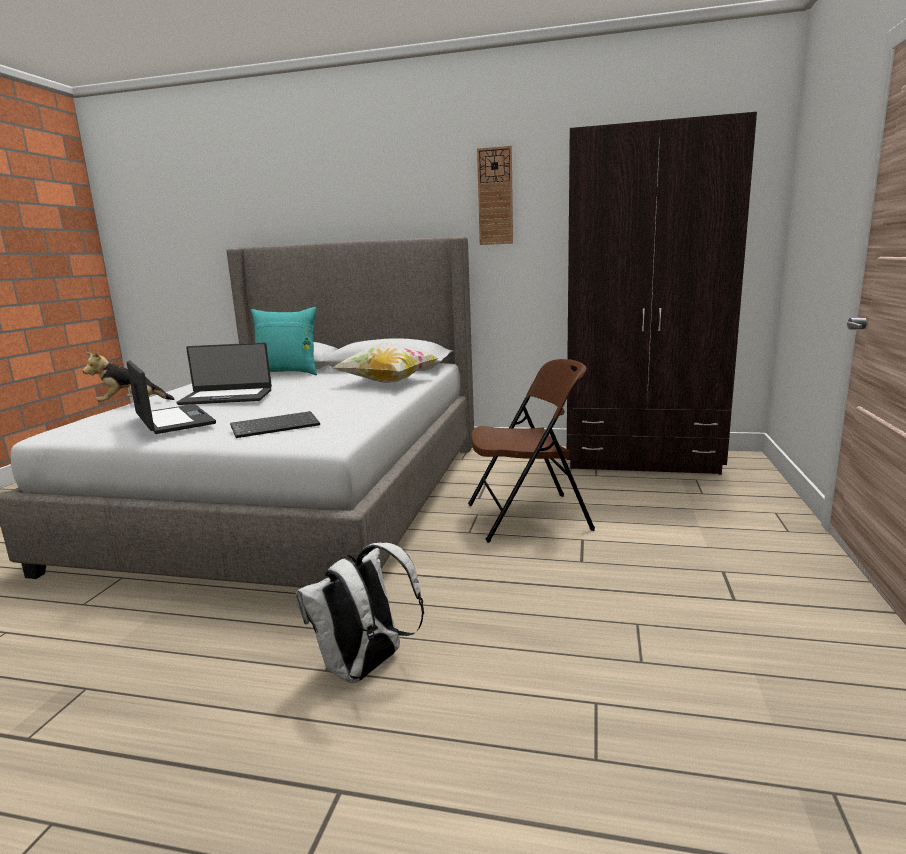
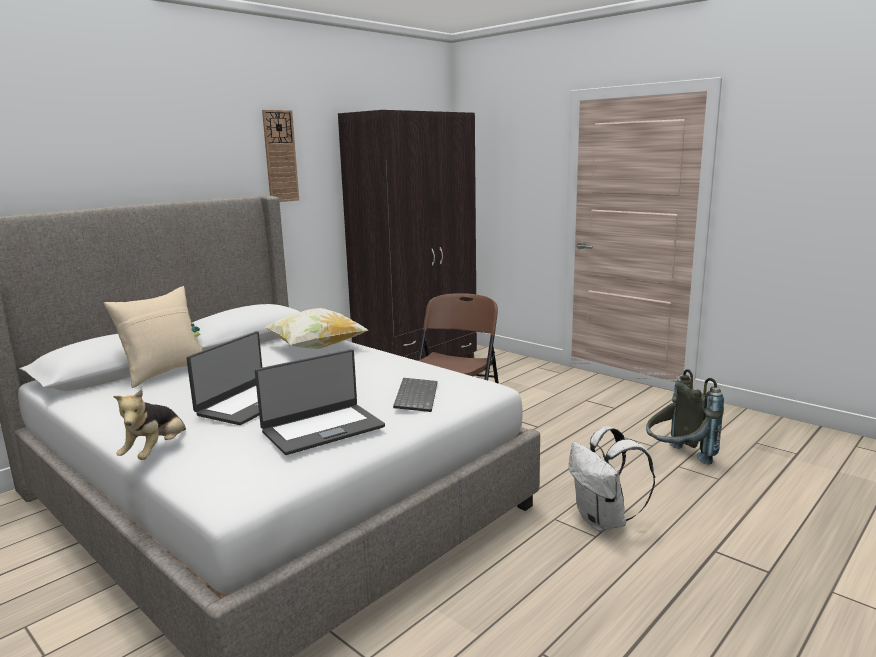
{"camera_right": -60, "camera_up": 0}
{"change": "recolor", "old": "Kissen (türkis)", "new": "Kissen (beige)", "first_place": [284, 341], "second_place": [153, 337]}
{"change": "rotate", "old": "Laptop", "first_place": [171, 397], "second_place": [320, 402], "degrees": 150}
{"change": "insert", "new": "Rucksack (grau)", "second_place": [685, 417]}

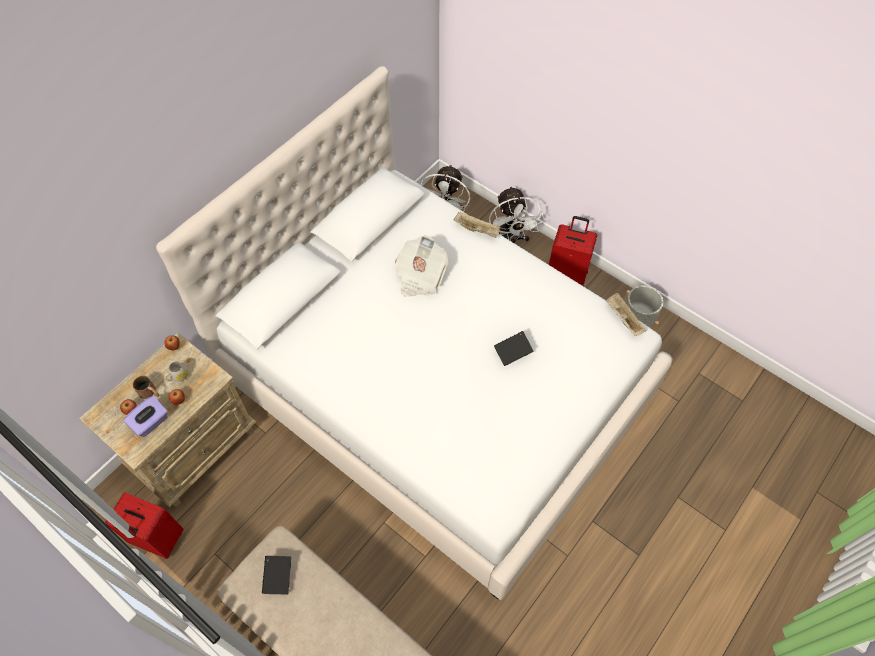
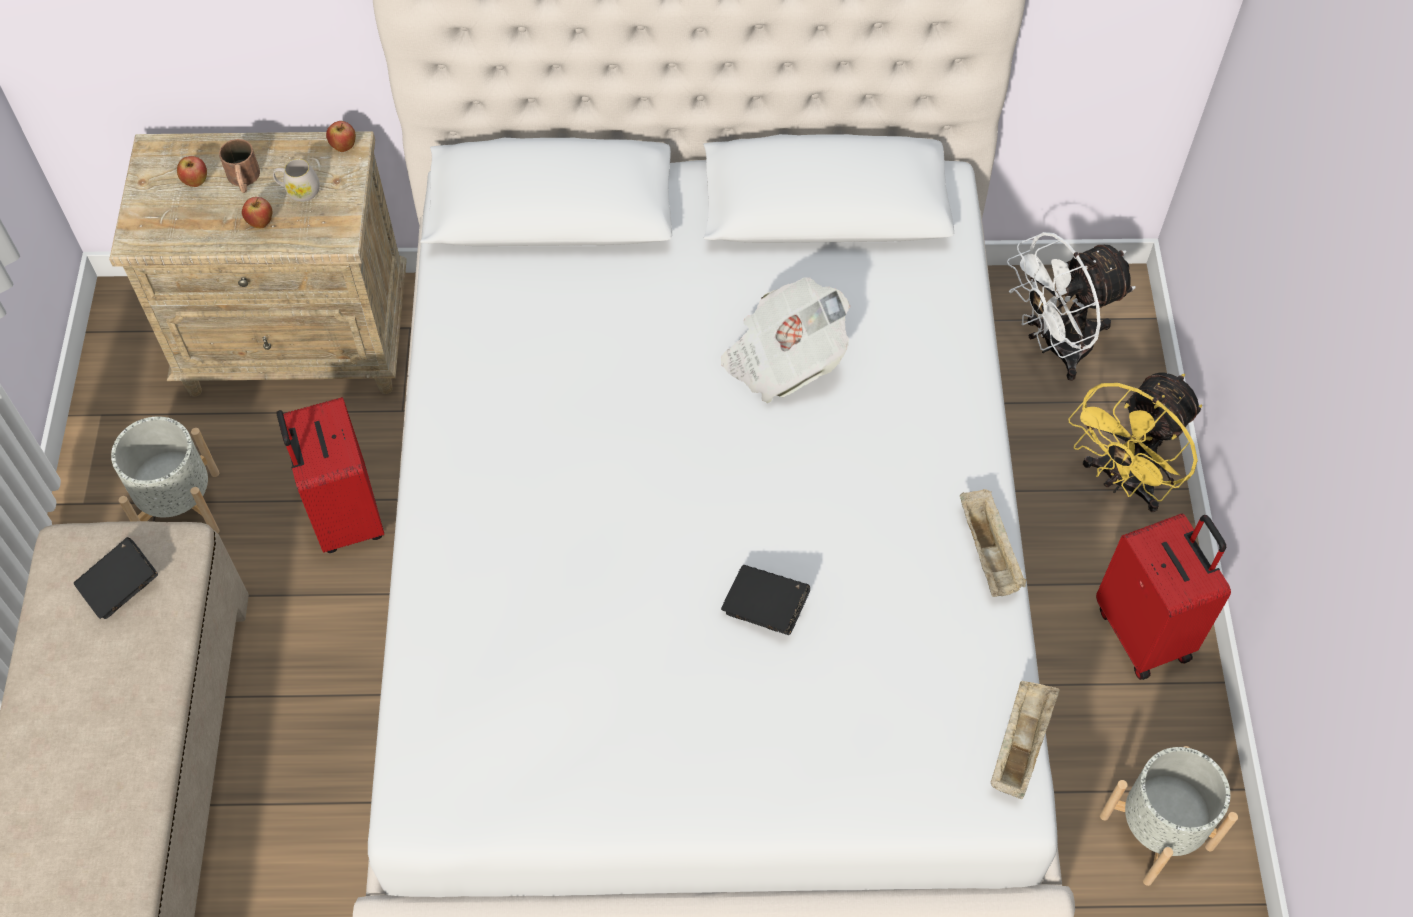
{"camera_right": 50, "camera_up": 0}
{"change": "recolor", "old": "Ventilator (weiß)", "new": "Ventilator (gelb)", "first_place": [517, 214], "second_place": [1135, 442]}
{"change": "move", "old": "Tablett (beige)", "first_place": [476, 225], "second_place": [993, 543]}
{"change": "delete", "old": "Taschentuchbox (lila)", "first_place": [145, 416]}
{"change": "move", "old": "Koffer (rot)", "first_place": [144, 526], "second_place": [330, 475]}
{"change": "insert", "new": "Pflanzkübel (grau)", "second_place": [165, 474]}

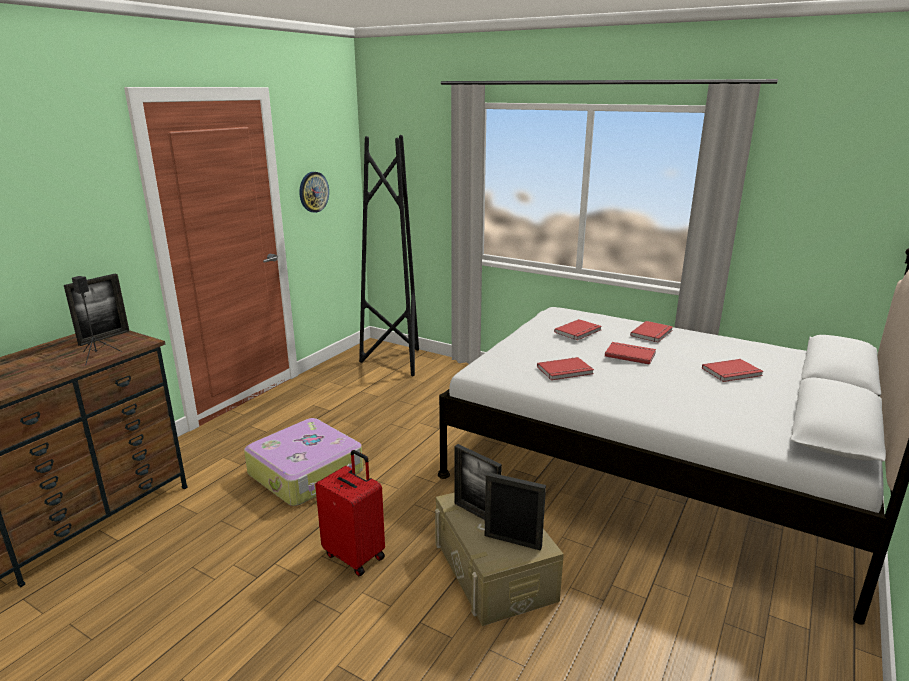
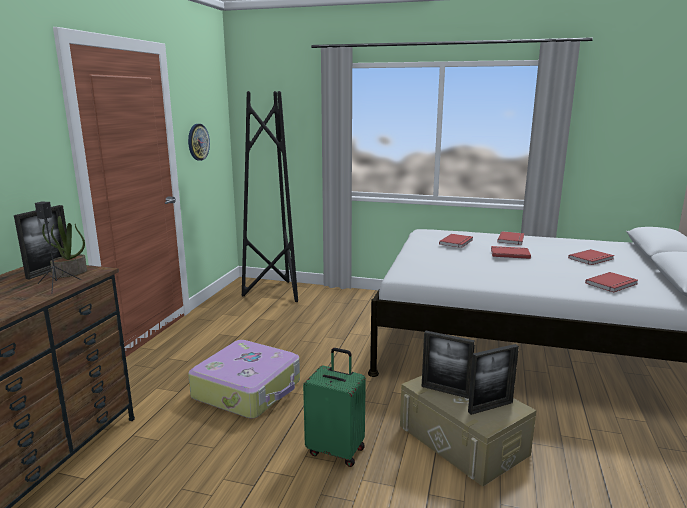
{"camera_right": -15, "camera_up": -5}
{"change": "move", "old": "Buch (rot)", "first_place": [565, 368], "second_place": [611, 282]}
{"change": "recolor", "old": "Koffer (rot)", "new": "Koffer (grün)", "first_place": [350, 513], "second_place": [334, 407]}
{"change": "rotate", "old": "Bilderrahmen", "first_place": [515, 511], "second_place": [493, 379], "degrees": 150}
{"change": "insert", "new": "Topfpflanze", "second_place": [64, 247]}

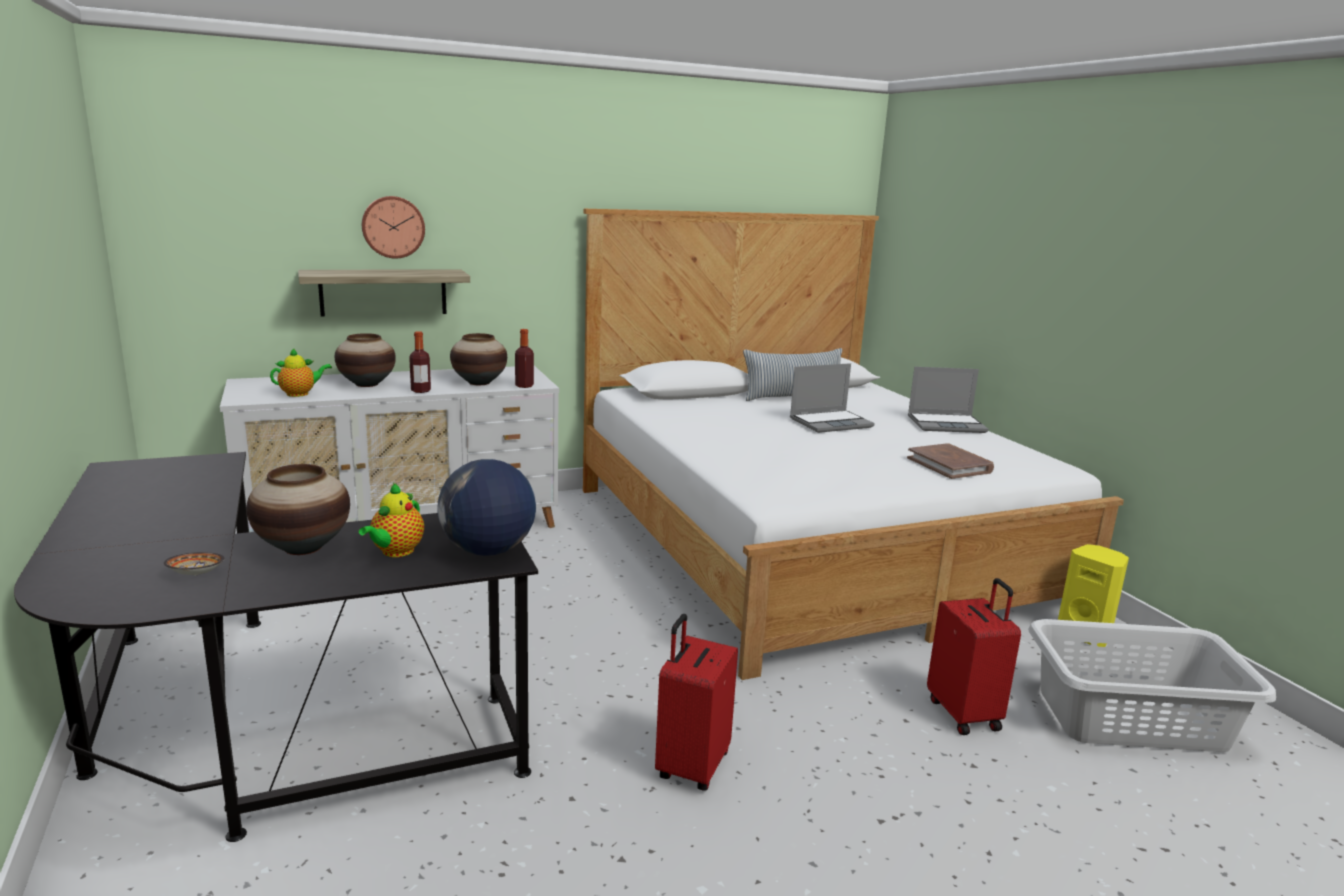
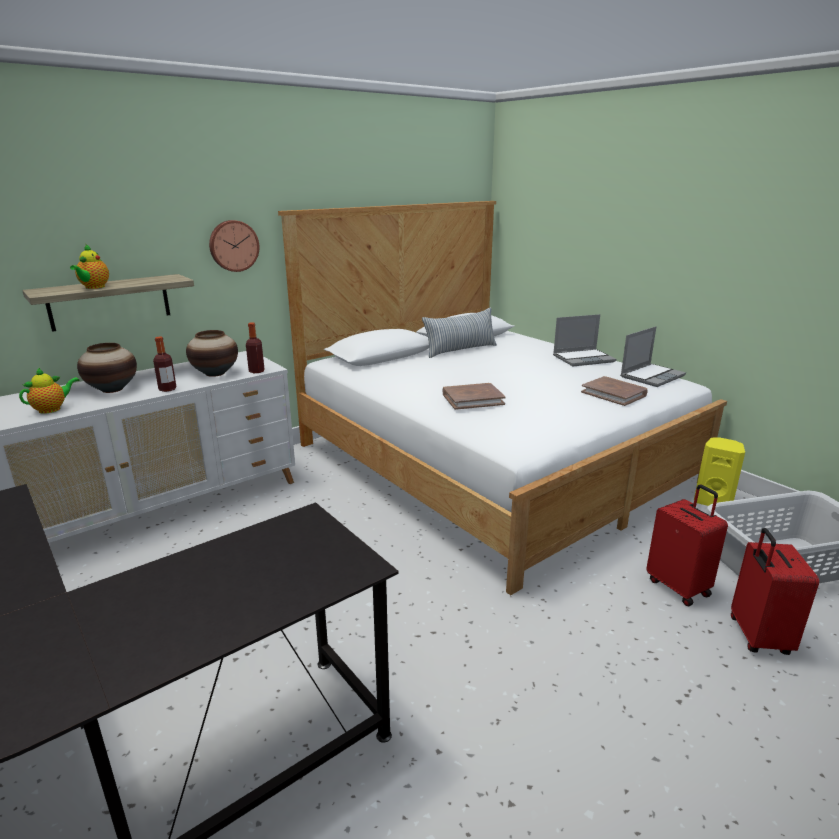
{"camera_right": -15, "camera_up": 5}
{"change": "move", "old": "Wanduhr", "first_place": [393, 227], "second_place": [234, 246]}
{"change": "move", "old": "Laptop", "first_place": [832, 398], "second_place": [653, 356]}
{"change": "delete", "old": "Globus", "first_place": [486, 507]}
{"change": "delete", "old": "Vase", "first_place": [298, 509]}
{"change": "move", "old": "Teekanne", "first_place": [391, 520], "second_place": [89, 266]}
{"change": "delete", "old": "Schüssel", "first_place": [194, 564]}
{"change": "move", "old": "Koffer (rot)", "first_place": [696, 702], "second_place": [775, 591]}
{"change": "insert", "new": "Buch (braun)", "second_place": [474, 396]}

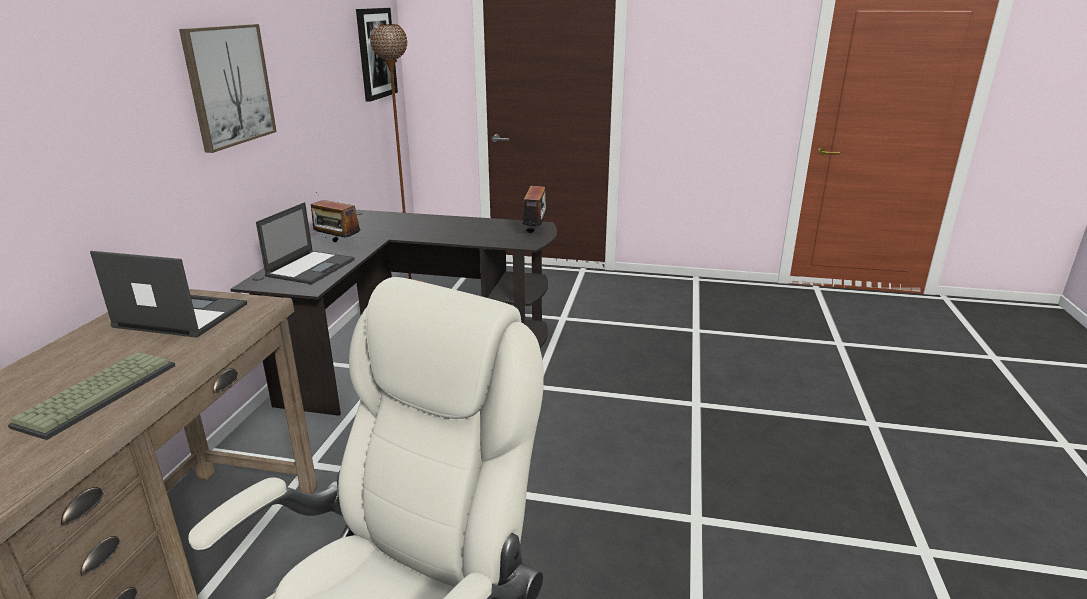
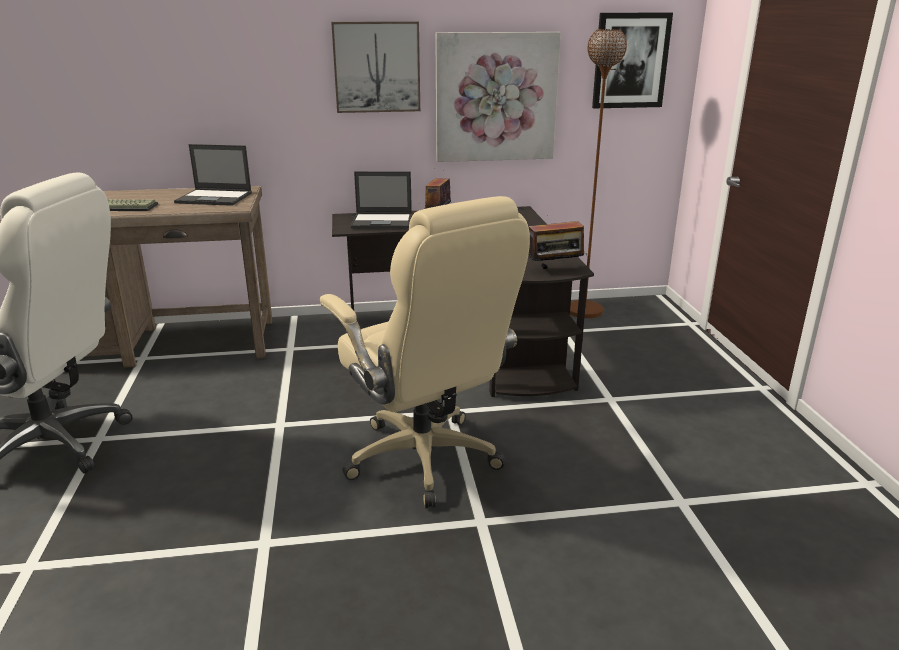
{"camera_right": 70, "camera_up": 0}
{"change": "rotate", "old": "Laptop", "first_place": [168, 294], "second_place": [213, 175], "degrees": 105}
{"change": "insert", "new": "Bild", "second_place": [498, 97]}
{"change": "insert", "new": "Bürostuhl (beige)", "second_place": [425, 352]}

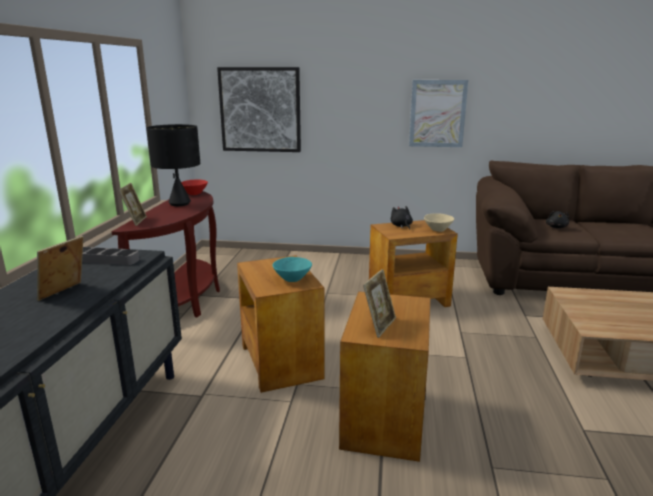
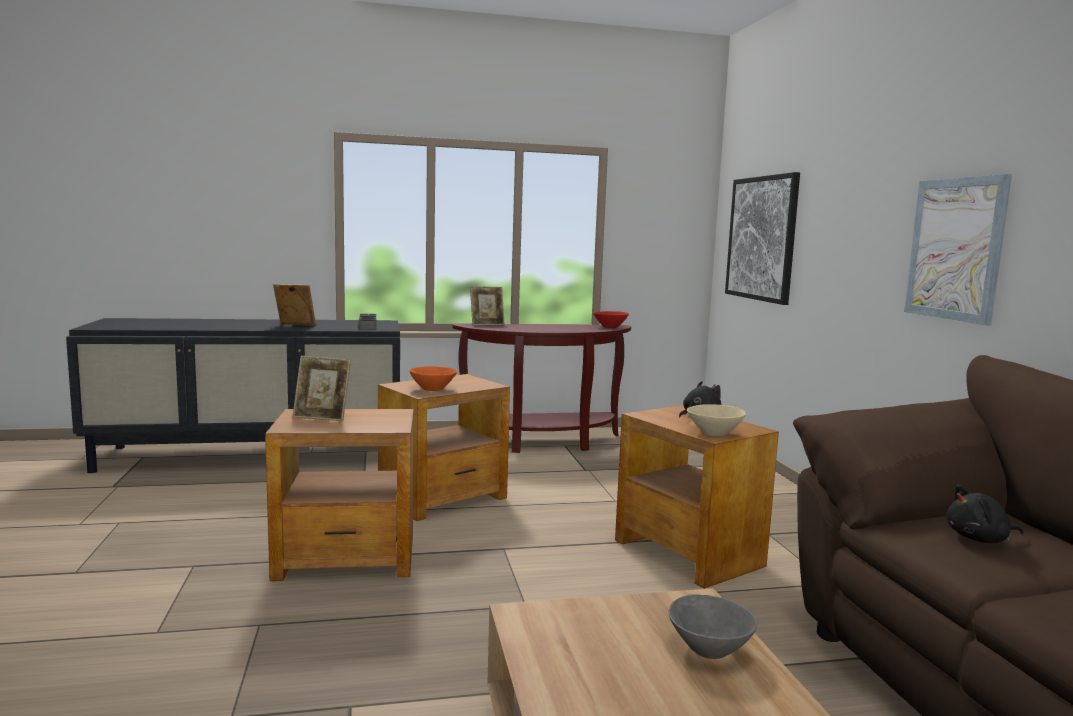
{"camera_right": 70, "camera_up": -10}
{"change": "delete", "old": "Tischlampe (schwarz)", "first_place": [173, 165]}
{"change": "recolor", "old": "Schüssel (türkis)", "new": "Schüssel (orange)", "first_place": [292, 269], "second_place": [433, 378]}
{"change": "insert", "new": "Schüssel (grau)", "second_place": [713, 626]}

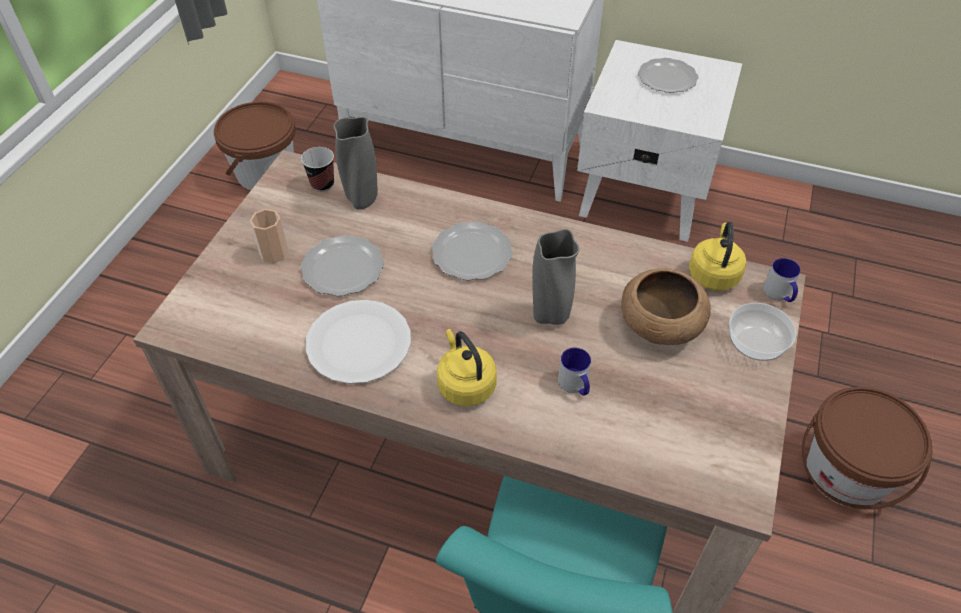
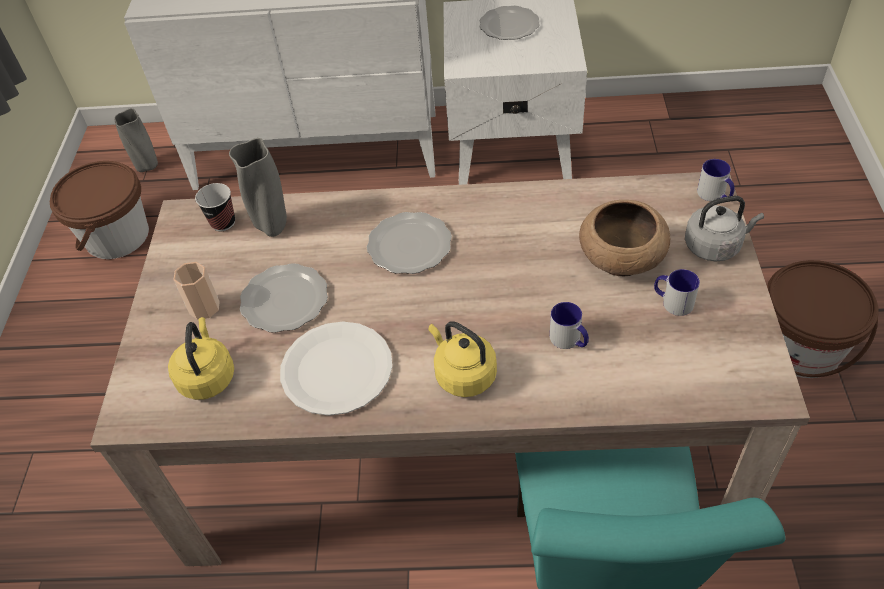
{"camera_right": -15, "camera_up": 0}
{"change": "move", "old": "Wasserkessel (gelb)", "first_place": [717, 256], "second_place": [201, 358]}
{"change": "move", "old": "Vase (grau)", "first_place": [555, 277], "second_place": [136, 140]}
{"change": "replace", "old": "Schüssel", "new": "Wasserkessel (grau)", "first_place": [762, 332], "second_place": [724, 228]}
{"change": "insert", "new": "Henkelbecher", "second_place": [677, 292]}

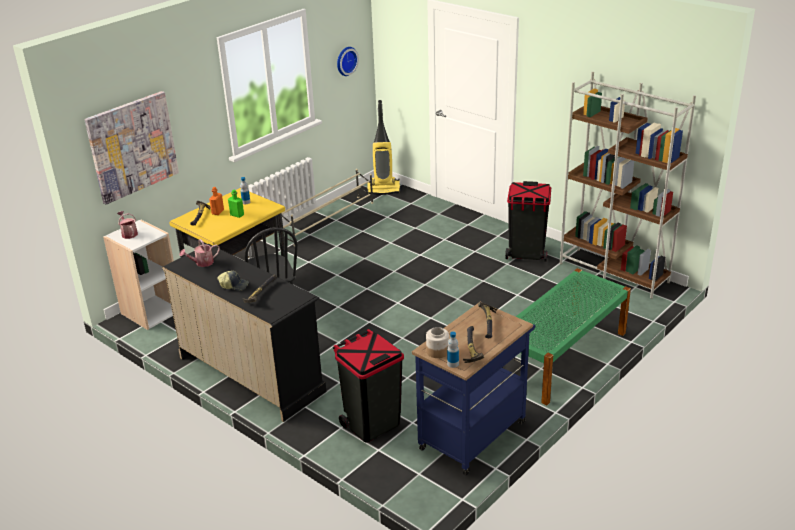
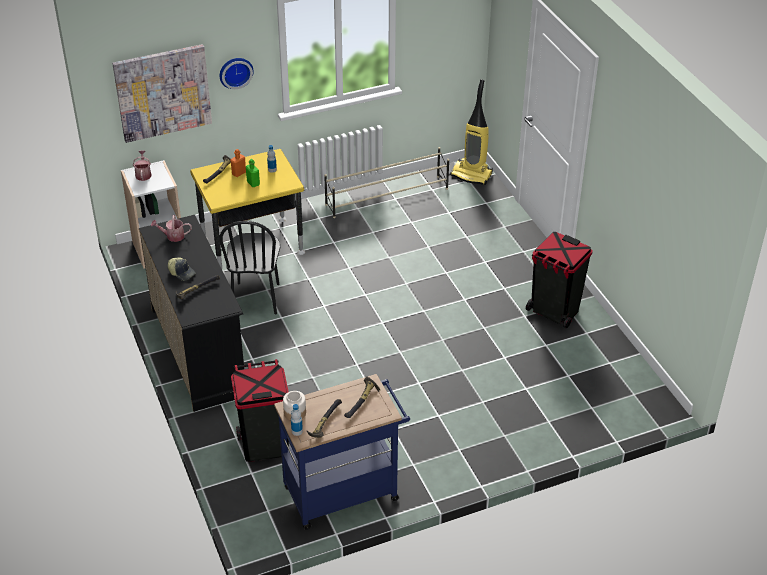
{"camera_right": 25, "camera_up": 10}
{"change": "move", "old": "Wanduhr", "first_place": [348, 61], "second_place": [237, 73]}
{"change": "delete", "old": "Bücherregal (braun)", "first_place": [628, 185]}
{"change": "delete", "old": "Bank (grün)", "first_place": [573, 337]}

